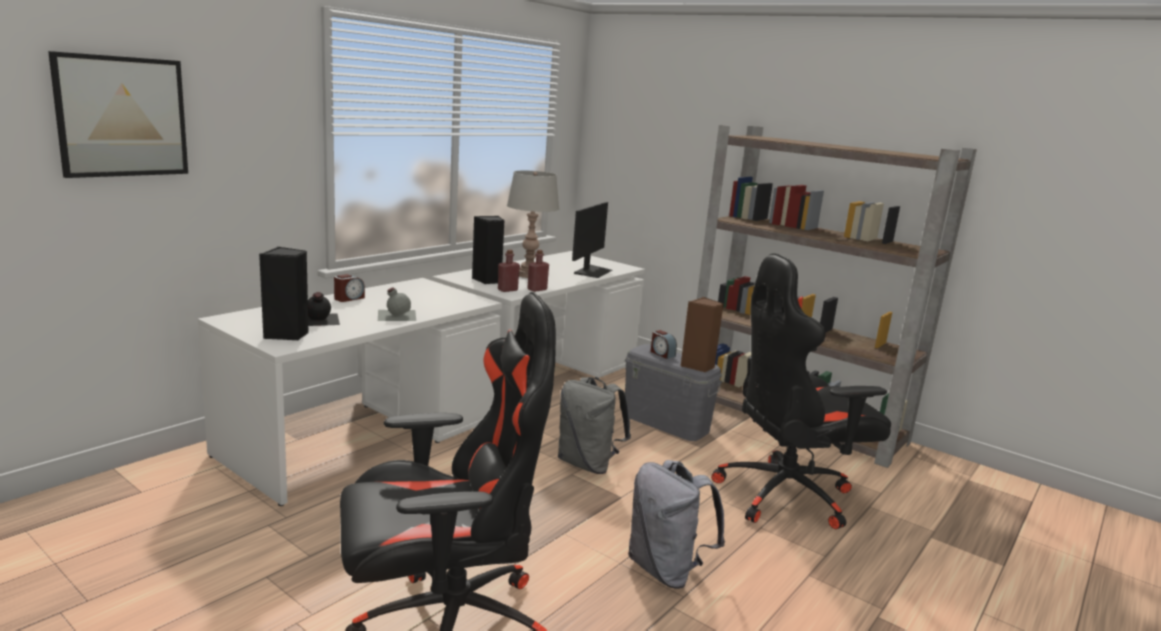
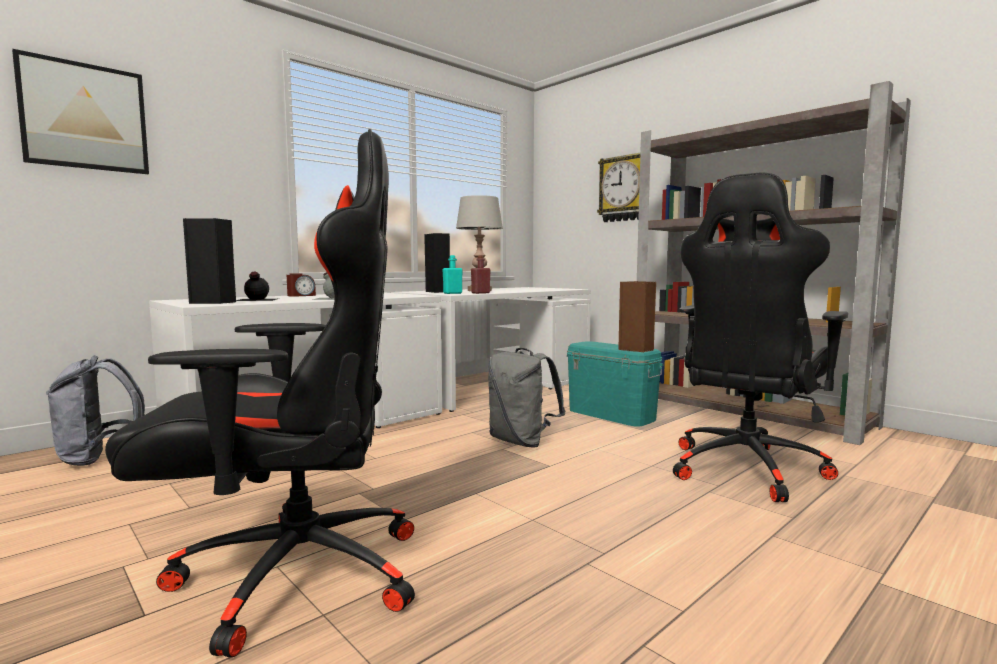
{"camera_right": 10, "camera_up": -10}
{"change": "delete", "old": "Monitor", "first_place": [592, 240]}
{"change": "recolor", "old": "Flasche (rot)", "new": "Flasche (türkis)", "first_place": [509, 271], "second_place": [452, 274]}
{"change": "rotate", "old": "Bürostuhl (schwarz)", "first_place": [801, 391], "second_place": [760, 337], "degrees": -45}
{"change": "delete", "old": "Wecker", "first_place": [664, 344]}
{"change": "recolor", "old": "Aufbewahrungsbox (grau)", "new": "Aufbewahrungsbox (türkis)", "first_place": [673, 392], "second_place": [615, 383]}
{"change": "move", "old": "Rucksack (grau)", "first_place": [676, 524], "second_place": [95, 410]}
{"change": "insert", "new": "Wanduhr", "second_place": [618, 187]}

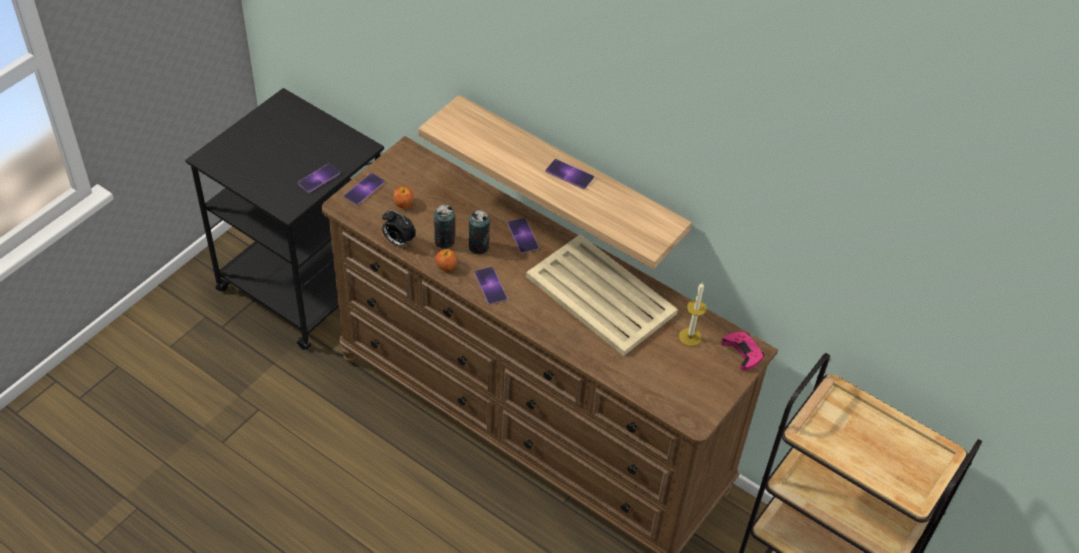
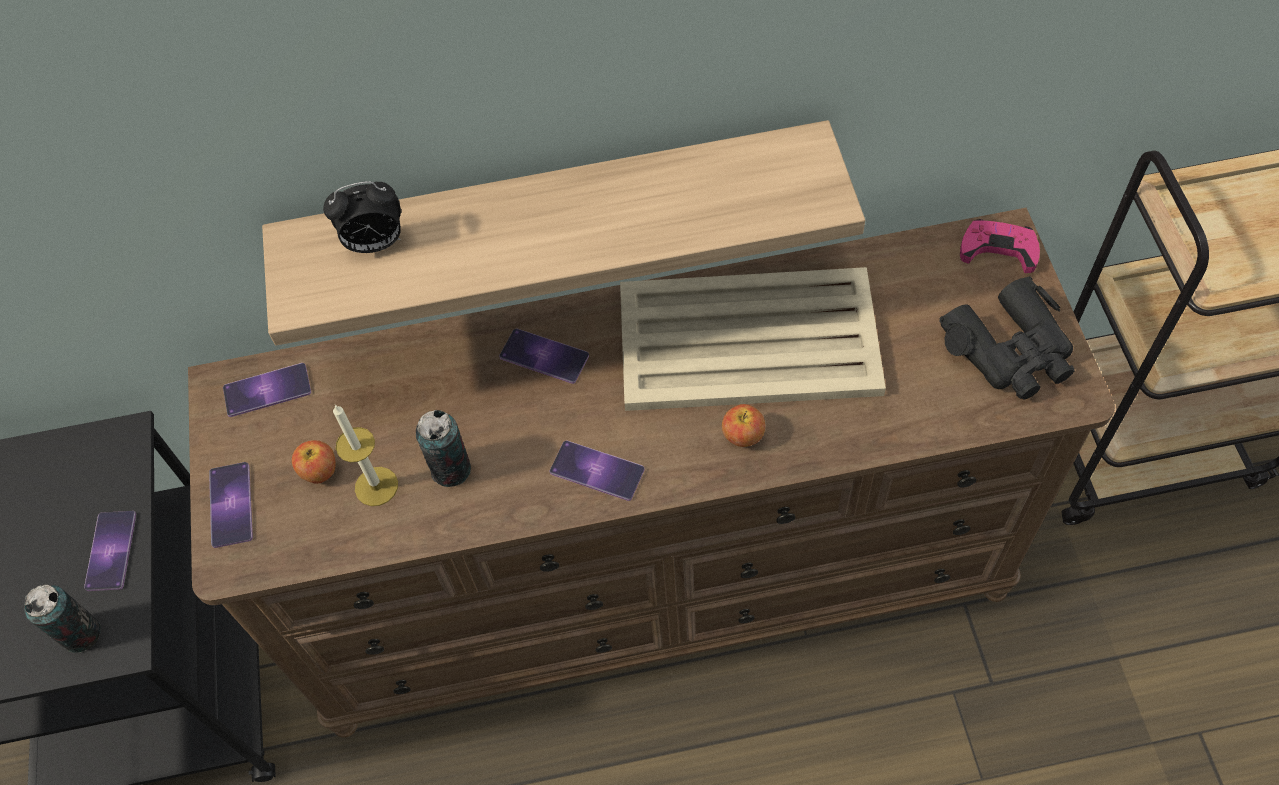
{"camera_right": -40, "camera_up": 10}
{"change": "move", "old": "Handy", "first_place": [569, 174], "second_place": [267, 390]}
{"change": "move", "old": "Wecker", "first_place": [399, 228], "second_place": [362, 217]}
{"change": "move", "old": "Dose", "first_place": [479, 232], "second_place": [62, 619]}
{"change": "move", "old": "Apfel", "first_place": [446, 260], "second_place": [743, 425]}
{"change": "move", "old": "Kerze", "first_place": [693, 314], "second_place": [365, 455]}
{"change": "insert", "new": "Fernglas (schwarz)", "second_place": [1007, 337]}

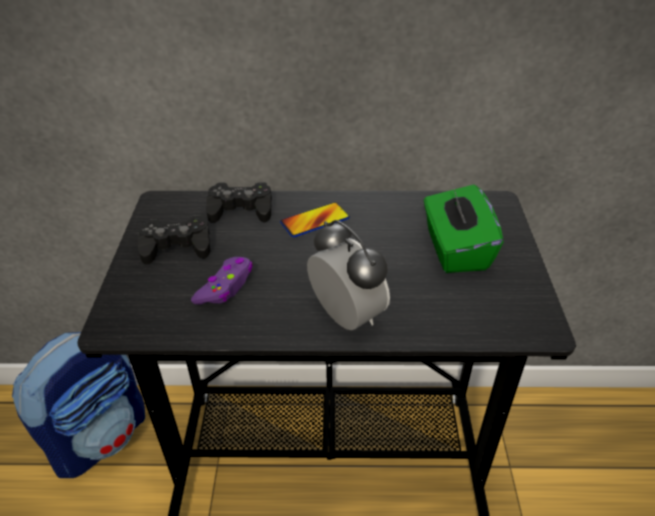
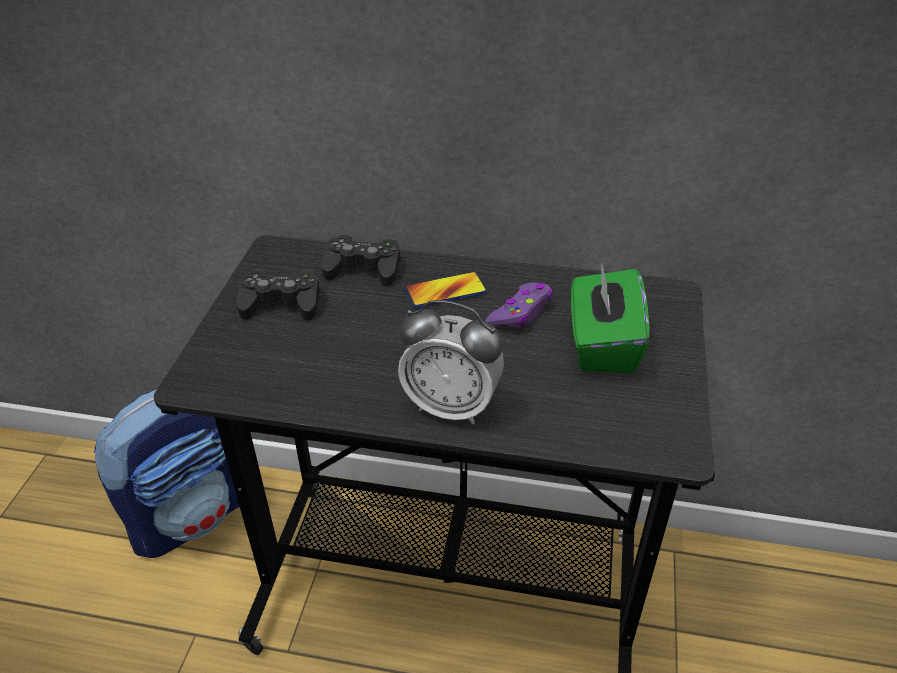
{"camera_right": 10, "camera_up": 0}
{"change": "rotate", "old": "Wecker", "first_place": [348, 275], "second_place": [451, 362], "degrees": 135}
{"change": "move", "old": "Gamepad (lila)", "first_place": [222, 281], "second_place": [519, 305]}

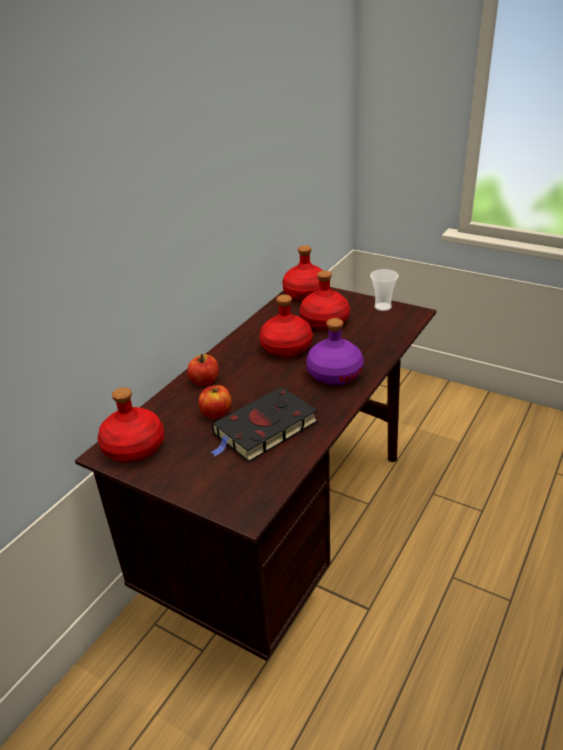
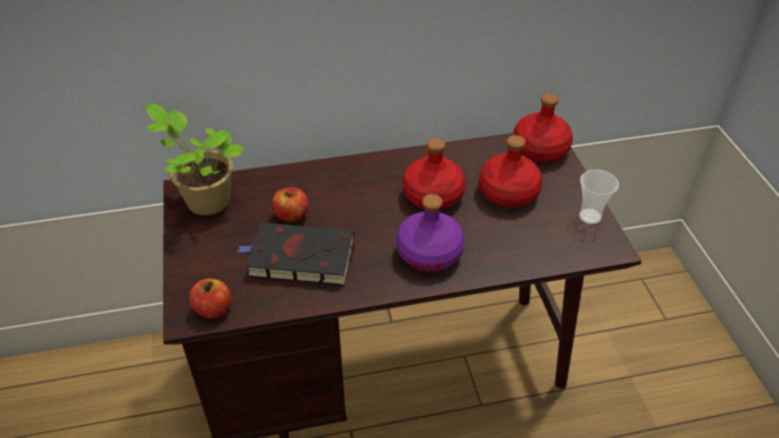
{"camera_right": 45, "camera_up": 10}
{"change": "move", "old": "Apfel", "first_place": [203, 370], "second_place": [210, 299]}
{"change": "replace", "old": "Flasche (rot)", "new": "Topfpflanze", "first_place": [131, 425], "second_place": [195, 159]}

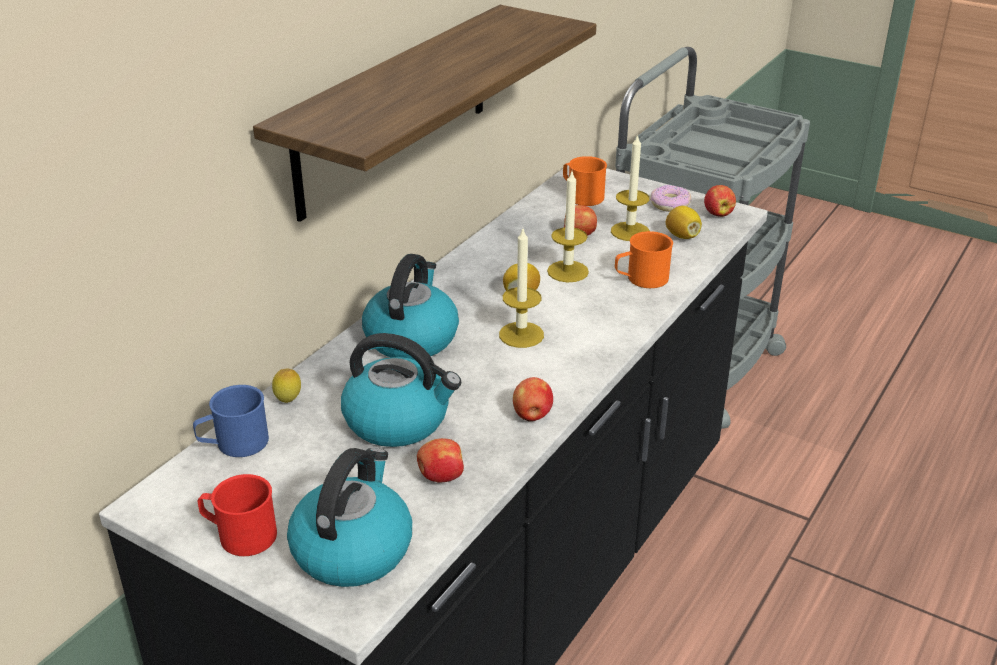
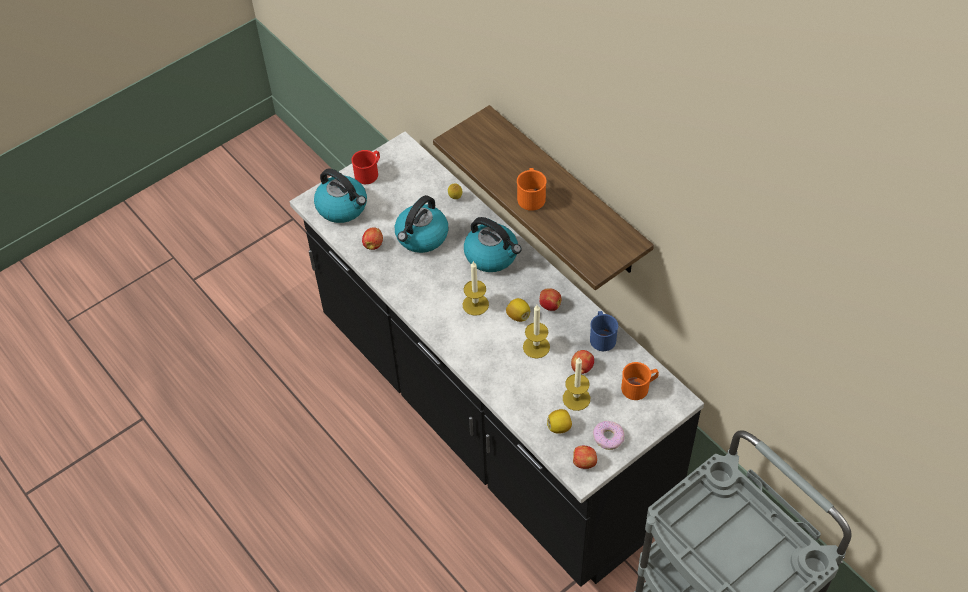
{"camera_right": 110, "camera_up": 20}
{"change": "move", "old": "Henkelbecher (orange)", "first_place": [644, 259], "second_place": [532, 189]}
{"change": "move", "old": "Apfel", "first_place": [533, 399], "second_place": [550, 299]}
{"change": "move", "old": "Henkelbecher (blau)", "first_place": [231, 421], "second_place": [604, 331]}

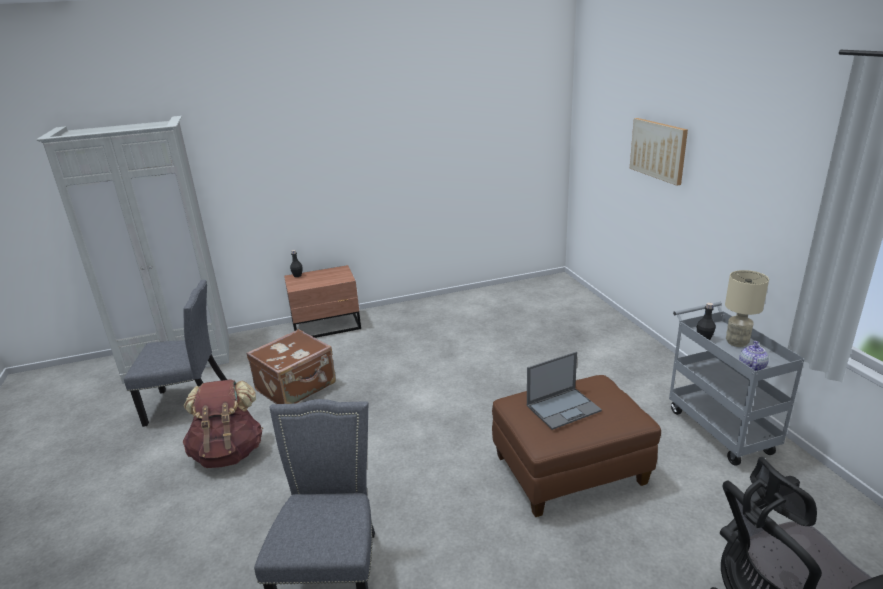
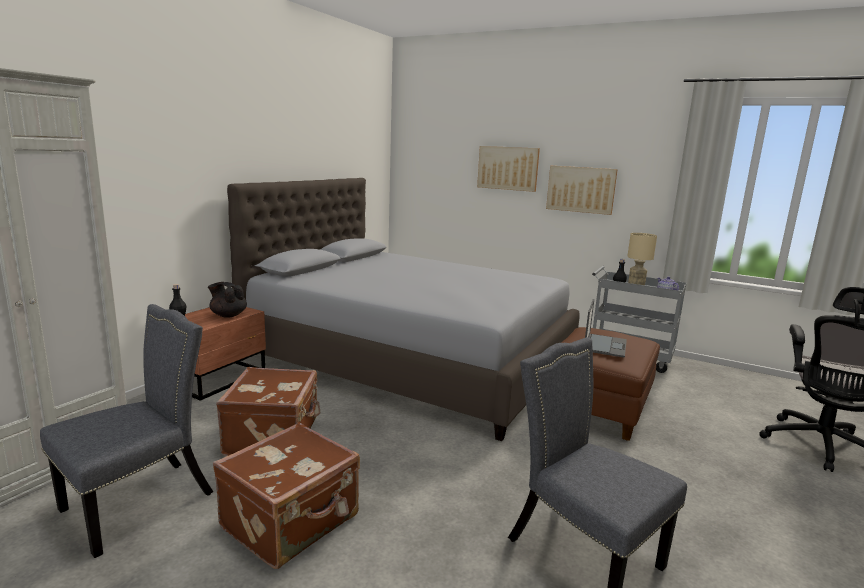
{"camera_right": -45, "camera_up": -10}
{"change": "replace", "old": "Rucksack (braun)", "new": "Koffer (braun)", "first_place": [223, 423], "second_place": [286, 495]}
{"change": "insert", "new": "Bild", "second_place": [582, 190]}
{"change": "insert", "new": "Bett (grau)", "second_place": [403, 309]}
{"change": "insert", "new": "Teekanne (schwarz)", "second_place": [227, 300]}

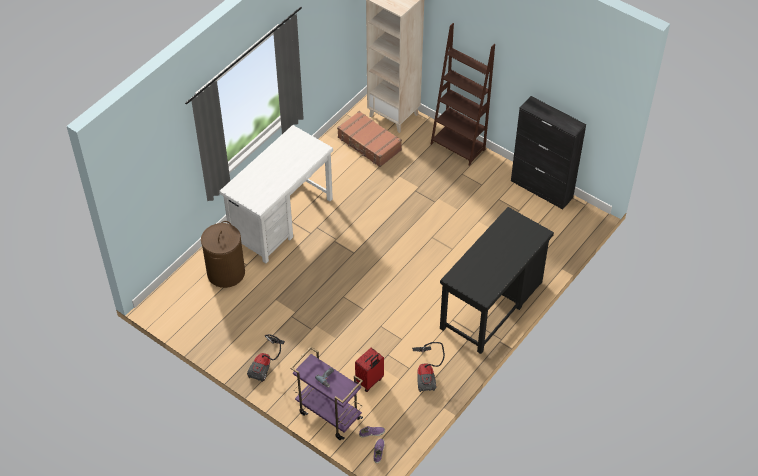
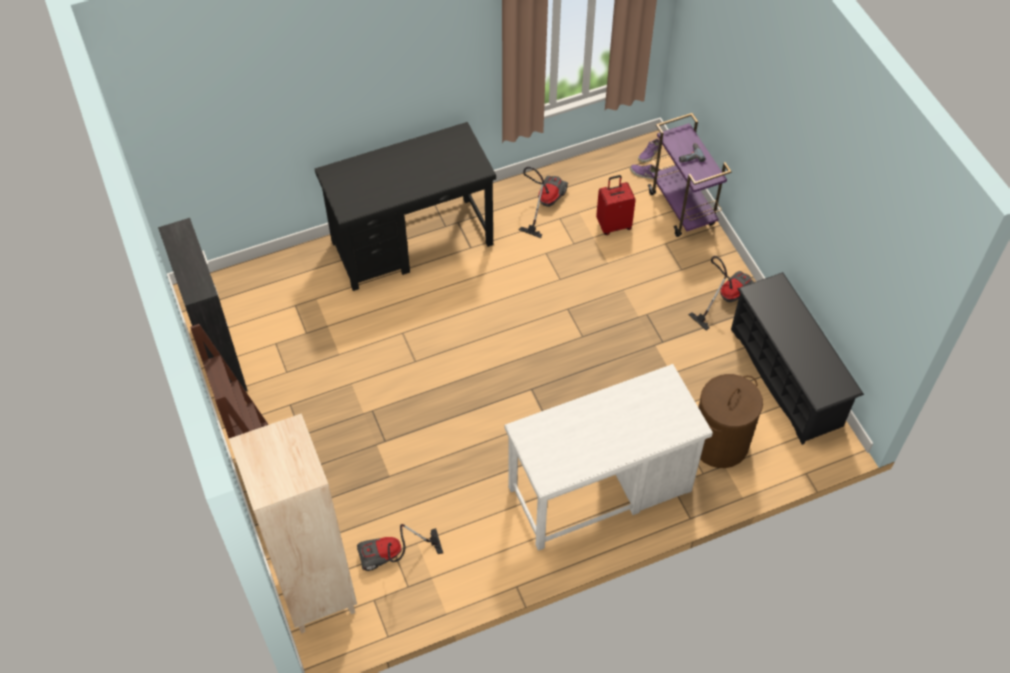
{"camera_right": -150, "camera_up": 5}
{"change": "replace", "old": "Koffer (braun)", "new": "Staubsauger", "first_place": [369, 139], "second_place": [400, 547]}
{"change": "insert", "new": "Schuhregal (schwarz)", "second_place": [797, 358]}

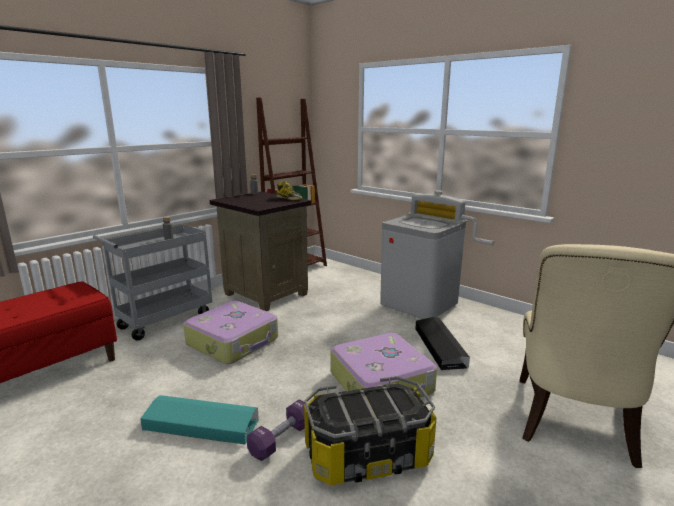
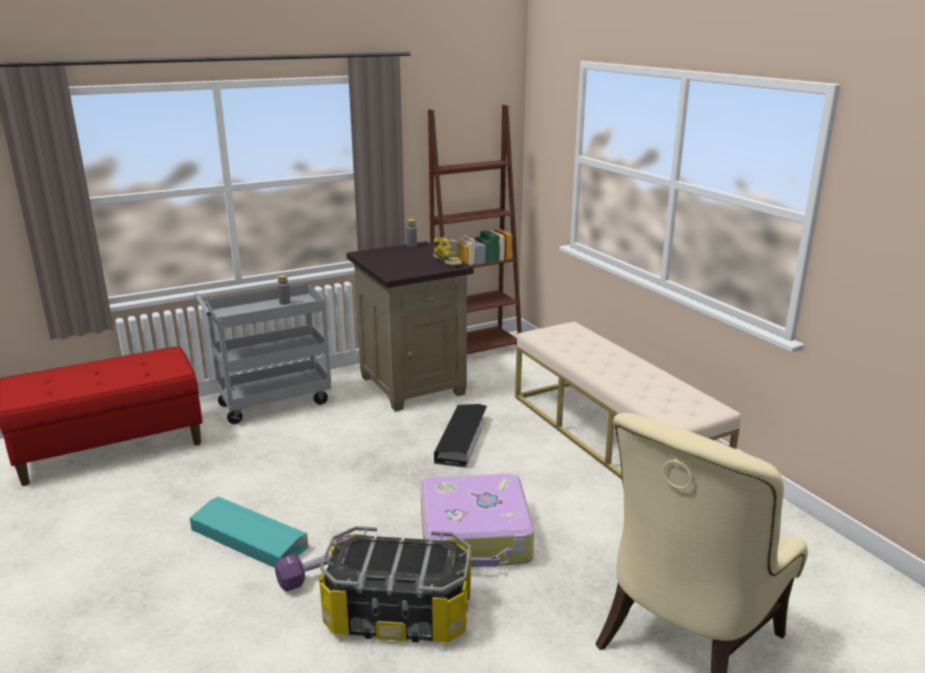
{"camera_right": 20, "camera_up": 5}
{"change": "replace", "old": "Waschmaschine (grau)", "new": "Bank (beige)", "first_place": [437, 254], "second_place": [628, 400]}
{"change": "delete", "old": "Koffer", "first_place": [230, 332]}
{"change": "move", "old": "Aufbewahrungsbox (schwarz)", "first_place": [442, 343], "second_place": [460, 436]}

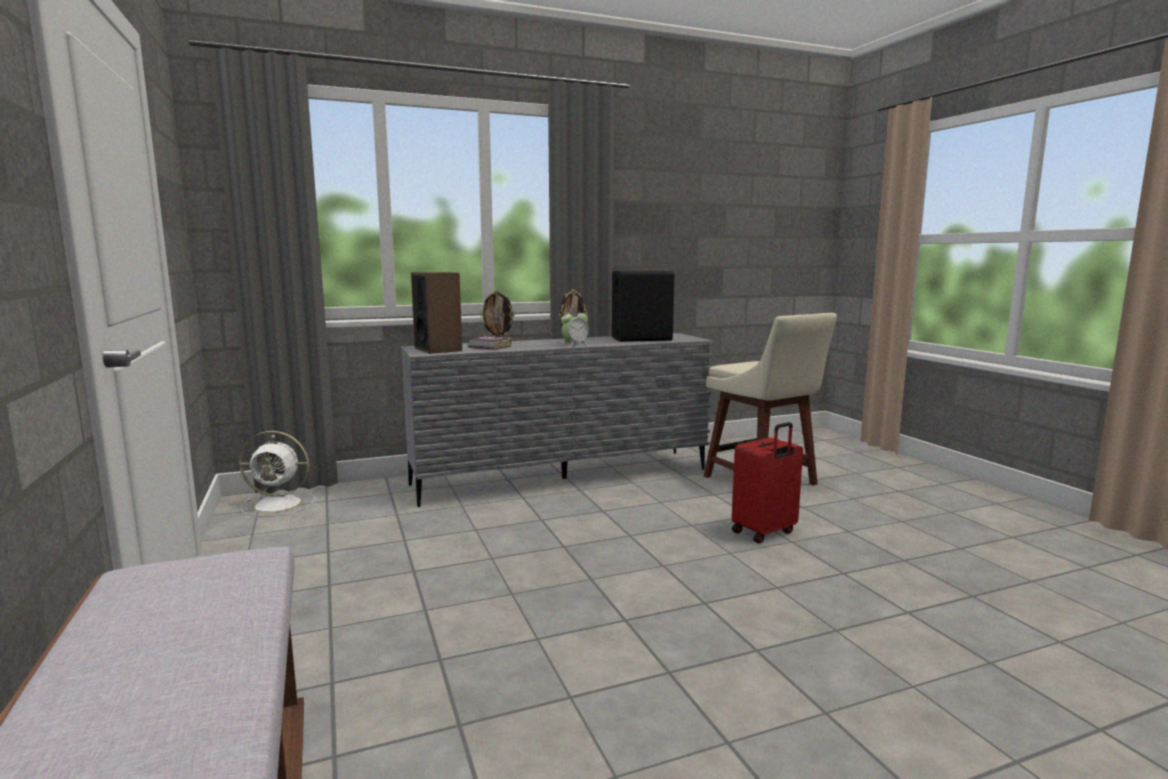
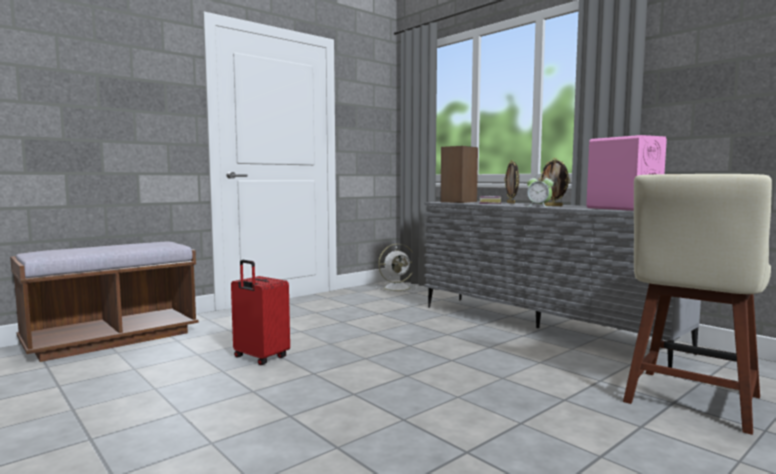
{"camera_right": 70, "camera_up": -5}
{"change": "recolor", "old": "Lautsprecher (schwarz)", "new": "Lautsprecher (rosa)", "first_place": [643, 306], "second_place": [626, 173]}
{"change": "move", "old": "Koffer (rot)", "first_place": [767, 482], "second_place": [260, 312]}
{"change": "rotate", "old": "Ventilator (weiß)", "first_place": [277, 474], "second_place": [396, 268], "degrees": -90}

